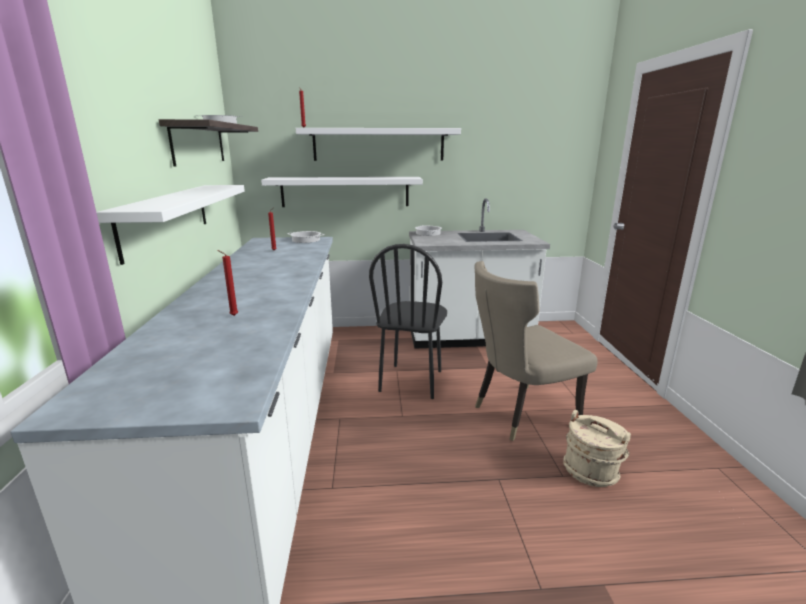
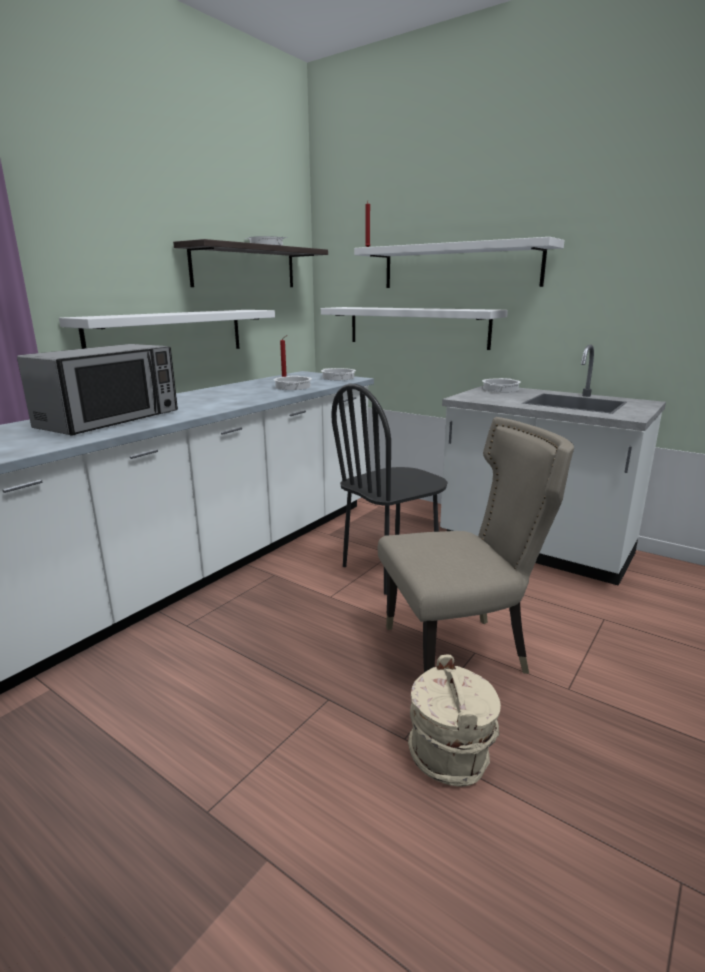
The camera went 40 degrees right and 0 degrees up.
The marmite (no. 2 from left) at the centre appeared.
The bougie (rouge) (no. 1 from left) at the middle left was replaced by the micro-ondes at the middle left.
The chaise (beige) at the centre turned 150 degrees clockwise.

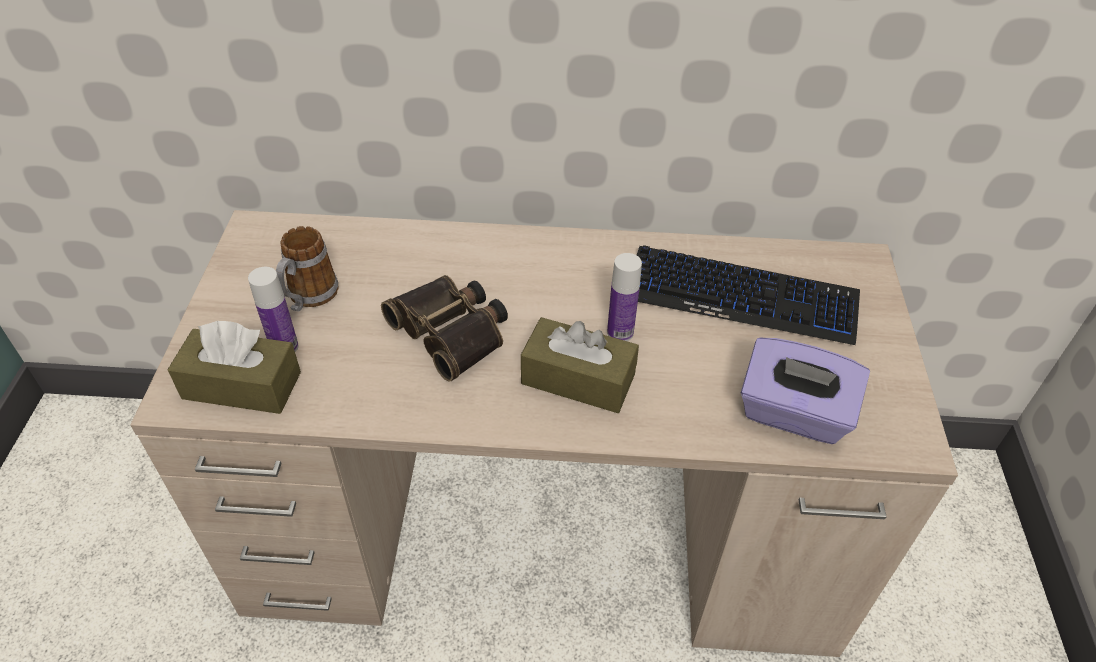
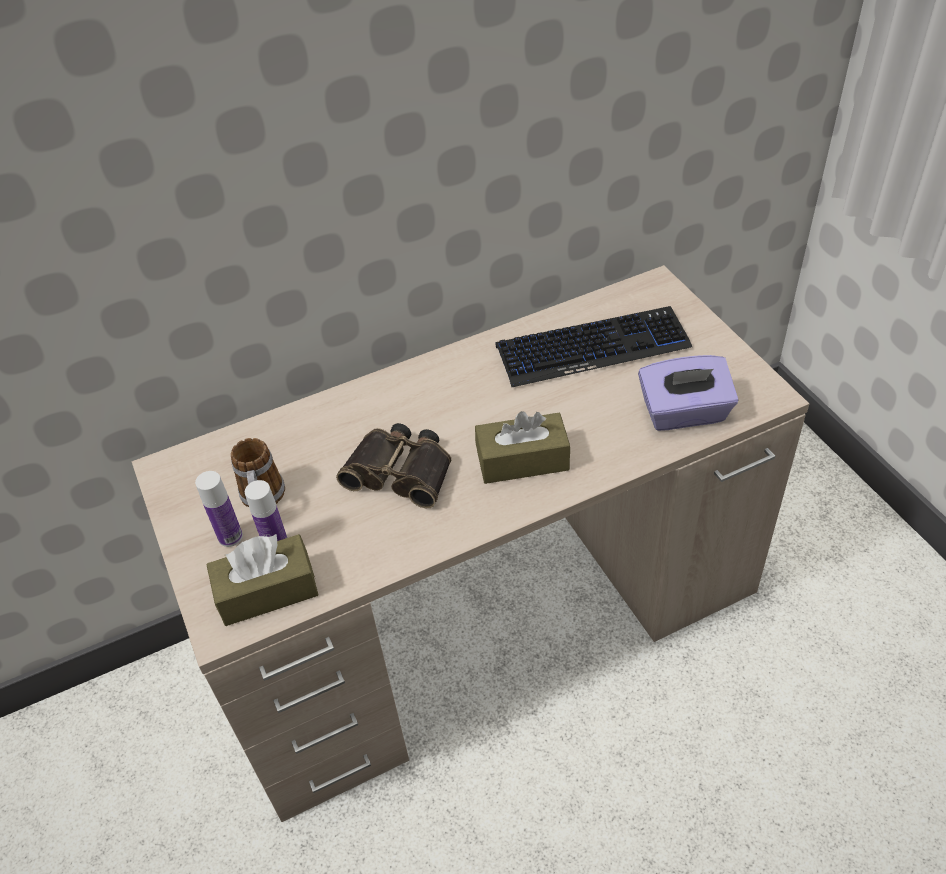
The camera went 25 degrees left and 0 degrees up.
The bouteille (no. 2 from left in the first image) moved from the centre to the middle left.

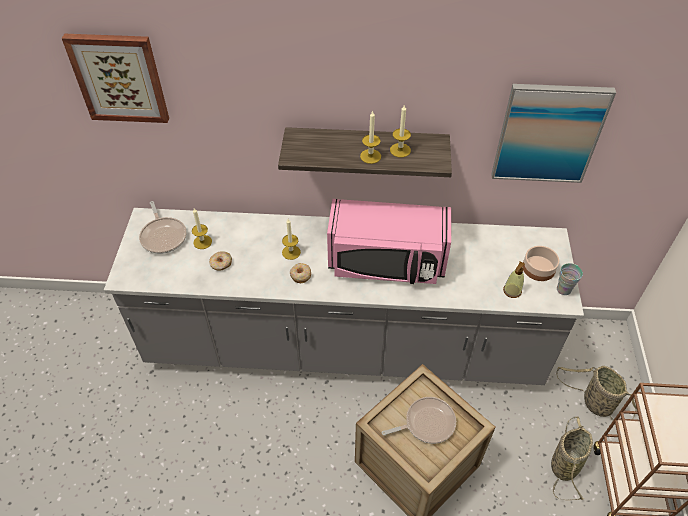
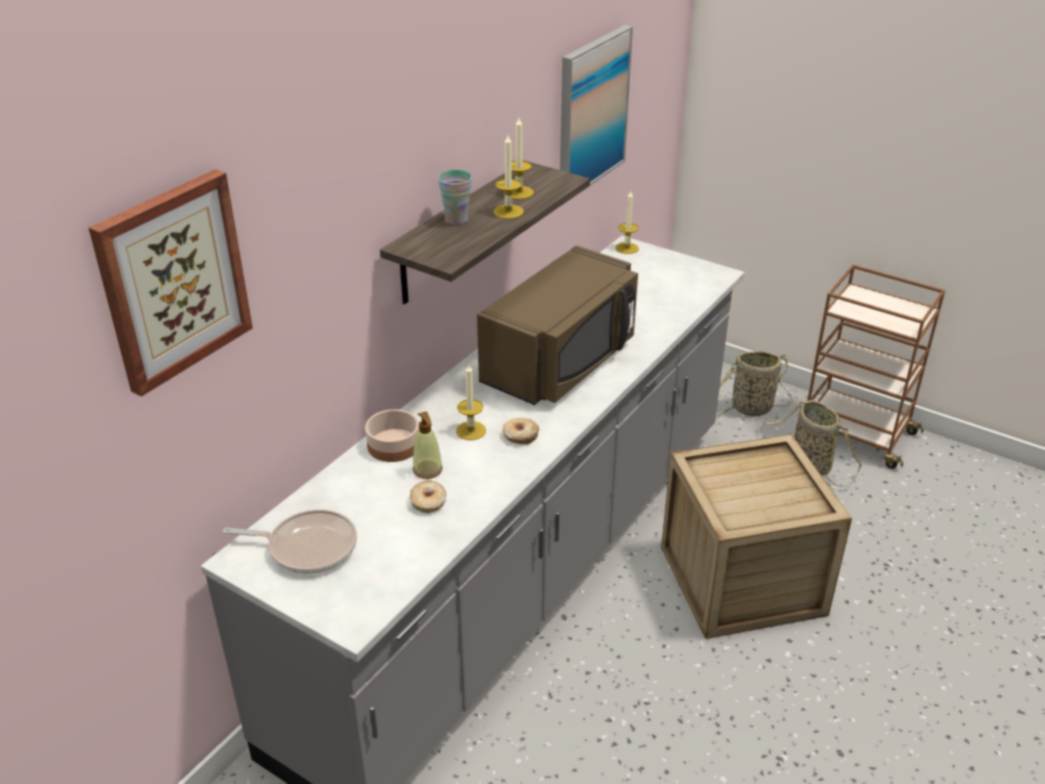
The camera went 60 degrees left and 15 degrees down.
The poêle (no. 2 from left) at the bottom centre disappeared.
The bougie (no. 1 from left in the first image) moved from the middle left to the top centre.
The distributeur de savon moved from the middle right to the centre.
The bol moved from the middle right to the centre.
The tasse moved from the middle right to the top centre.
The micro-ondes (rose) at the centre became the micro-ondes (marron) at the centre.

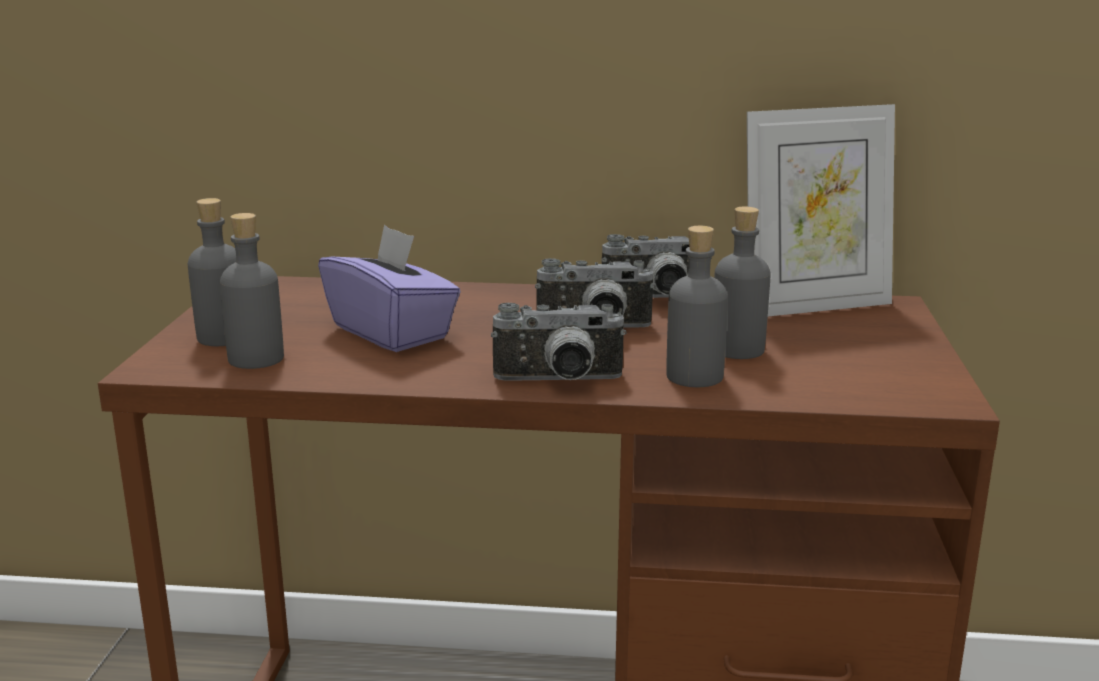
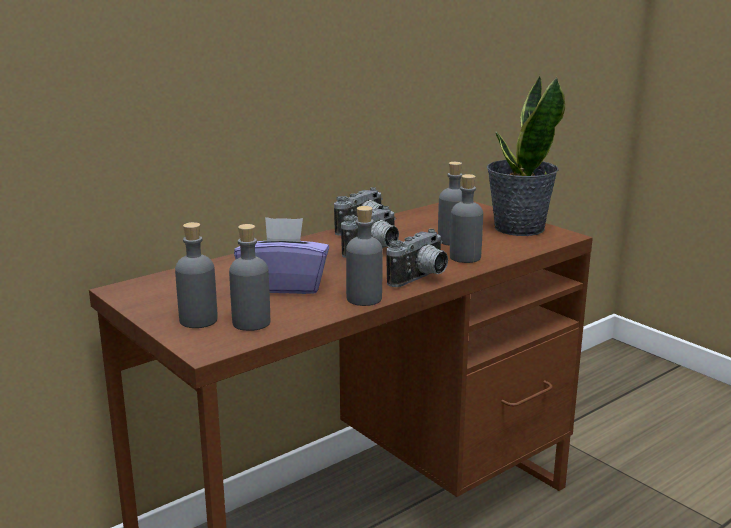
The camera went 45 degrees left and 0 degrees up.
The cadre photo at the top right disappeared.
The bouteille (gris) (no. 3 from left) at the centre appeared.
The plante en pot at the top right appeared.

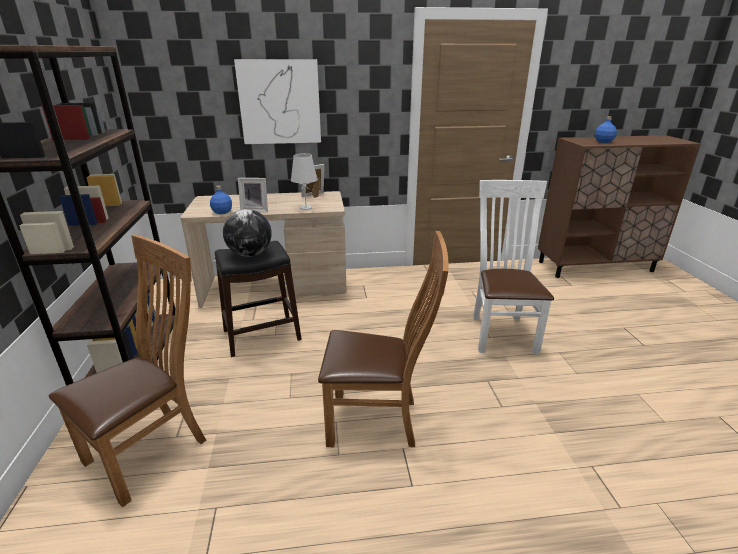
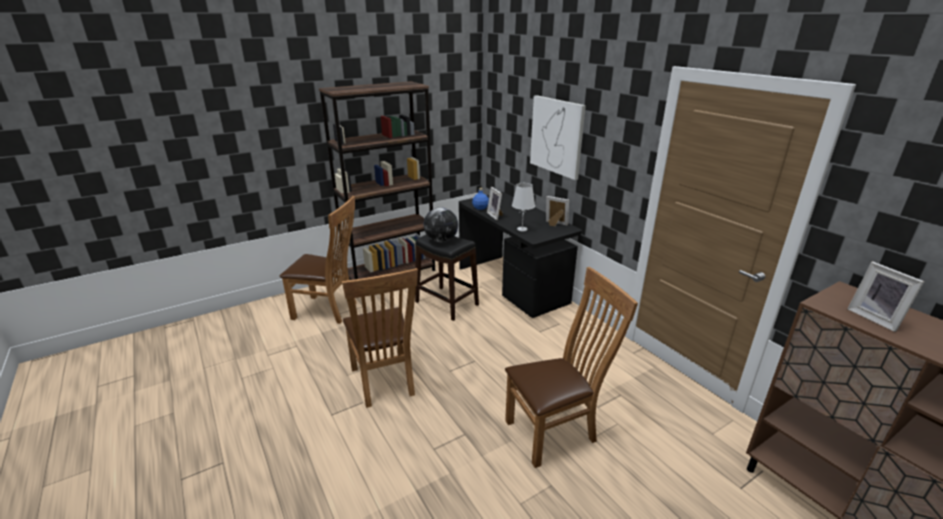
The camera went 65 degrees right and 0 degrees up.
The bouteille (bleu) (no. 2 from left) at the top right was replaced by the cadre photo (no. 3 from left) at the middle right.
The bureau (beige) at the centre became the bureau (noir) at the centre.
The chaise (blanc) at the middle right became the chaise (marron) (no. 3 from left) at the bottom centre.

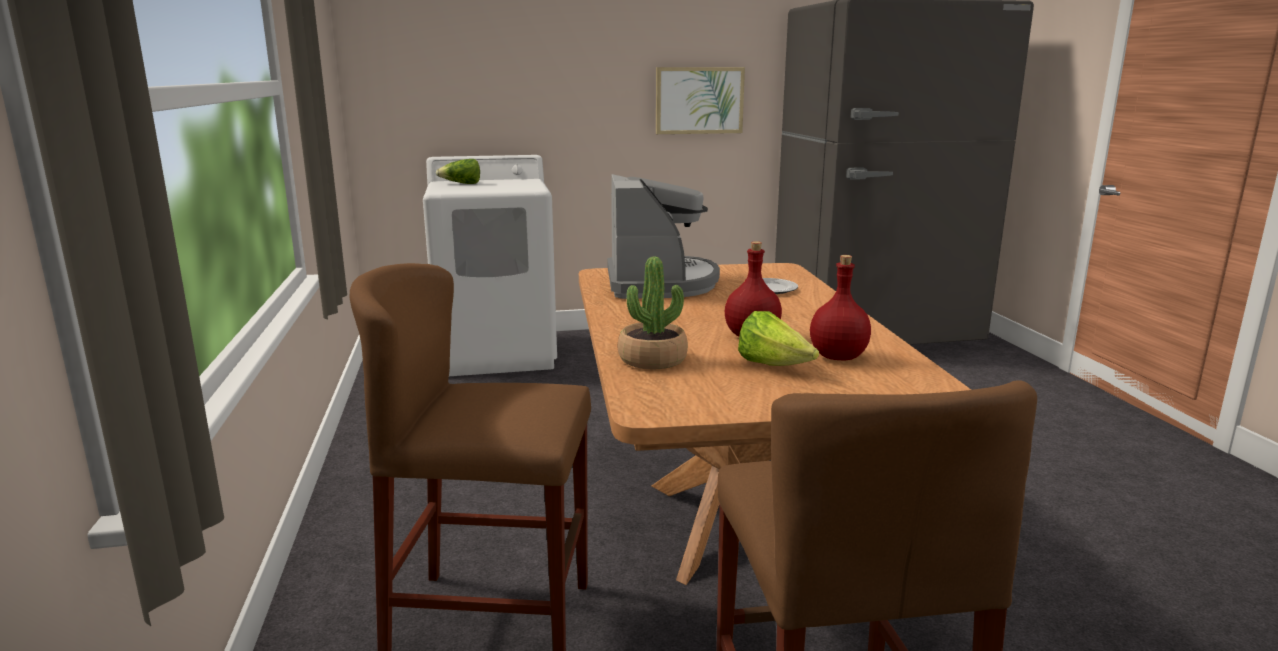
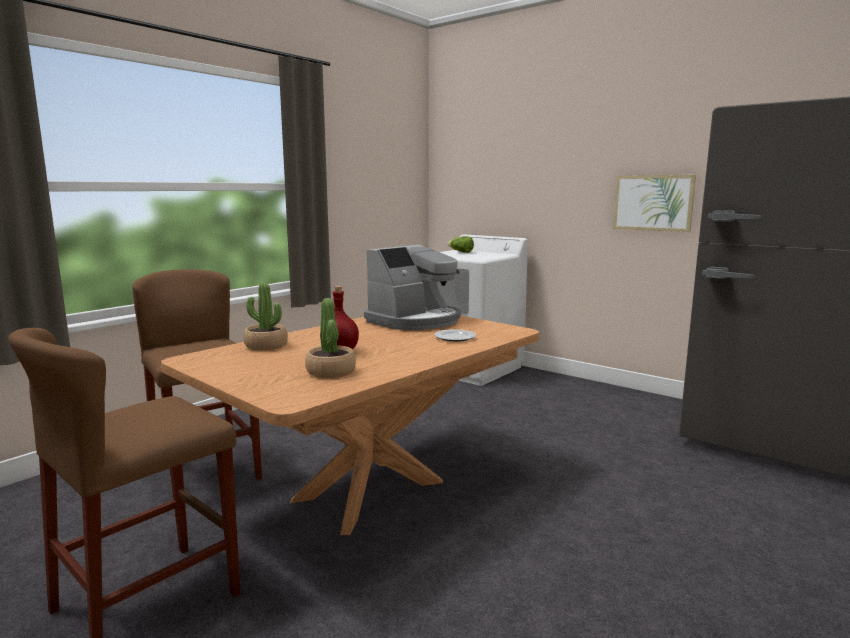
The camera went 50 degrees right and 5 degrees down.
The laitue (no. 2 from left) at the centre disappeared.
The bouteille (rouge) (no. 2 from left) at the centre was replaced by the plante en pot (no. 2 from left) at the centre.

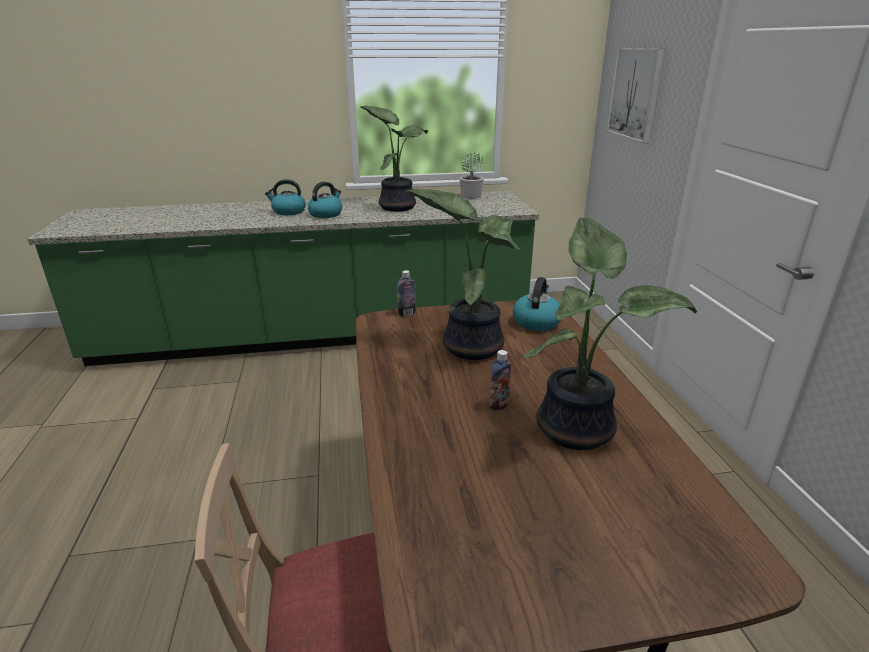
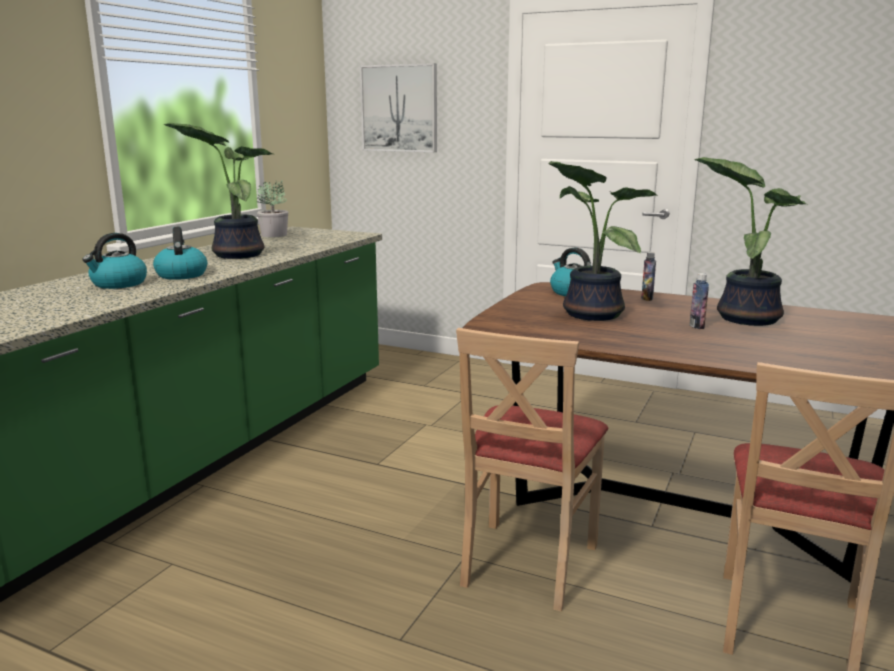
The camera went 55 degrees left and 10 degrees down.
The chaise (beige) (no. 1 from left) at the bottom centre appeared.
The bouteille (no. 1 from left) moved from the centre to the middle right.

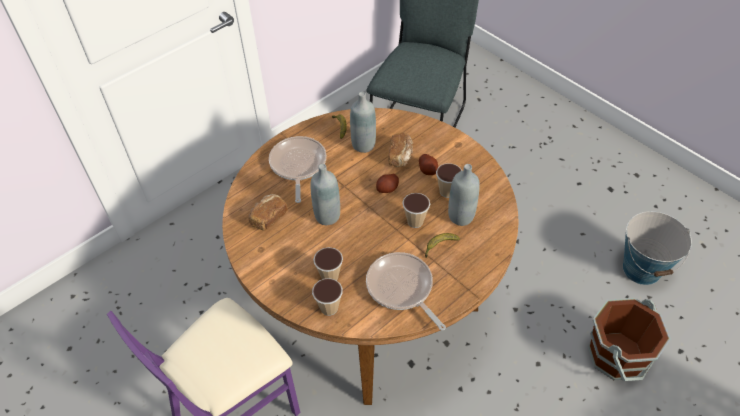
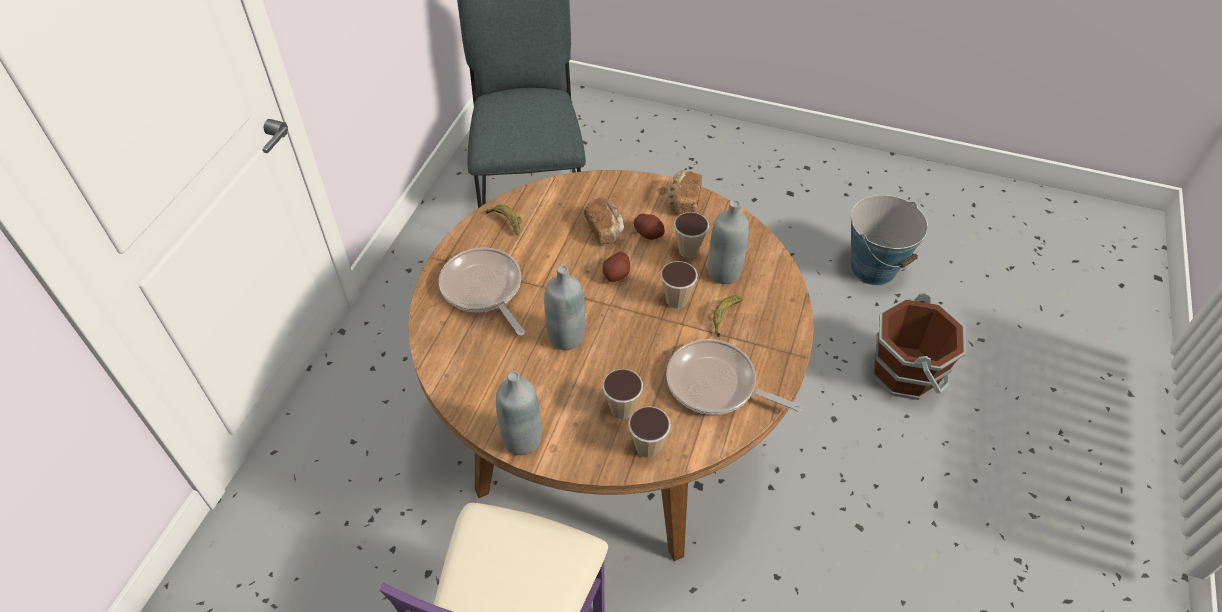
The camera went 30 degrees left and 0 degrees up.
The pain (no. 1 from left in the first image) moved from the centre to the top centre.
The bouteille (gris) (no. 2 from left in the first image) moved from the top centre to the bottom centre.

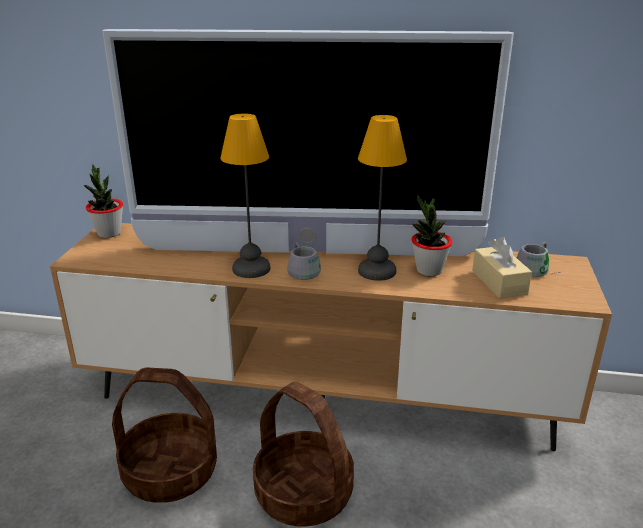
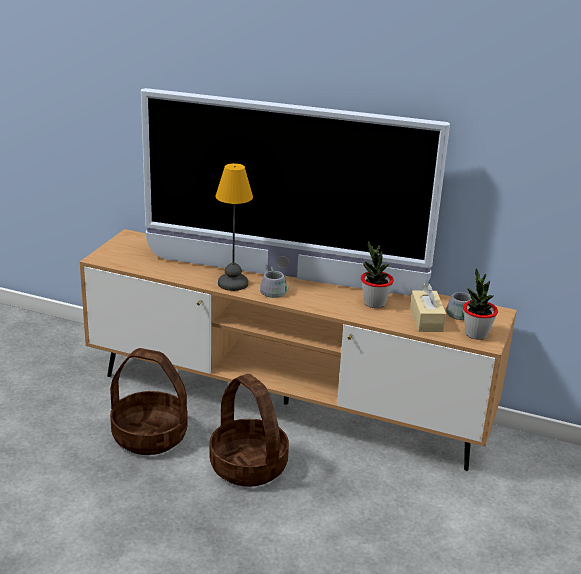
The camera went 10 degrees right and 0 degrees up.
The lampe de table (no. 2 from left) at the centre disappeared.
The plante en pot (no. 1 from left in the first image) moved from the middle left to the middle right.

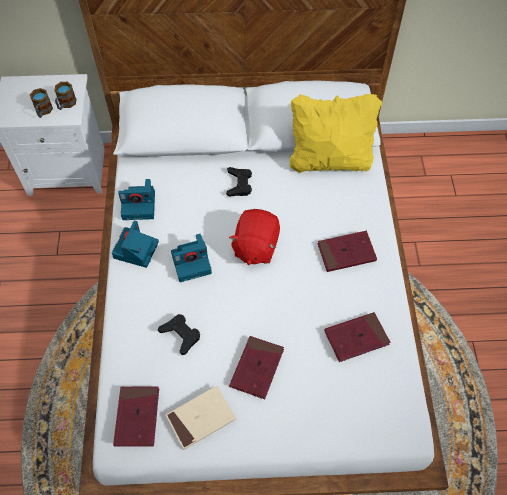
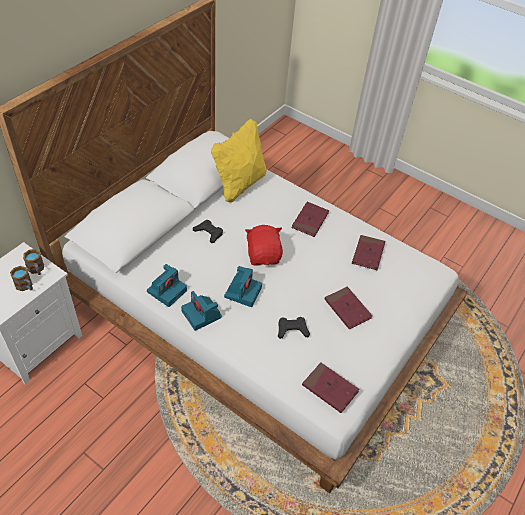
The camera went 55 degrees left and 10 degrees down.
The livre (beige) at the bottom centre disappeared.
The peluche (rouge) at the centre turned 150 degrees counterclockwise.

